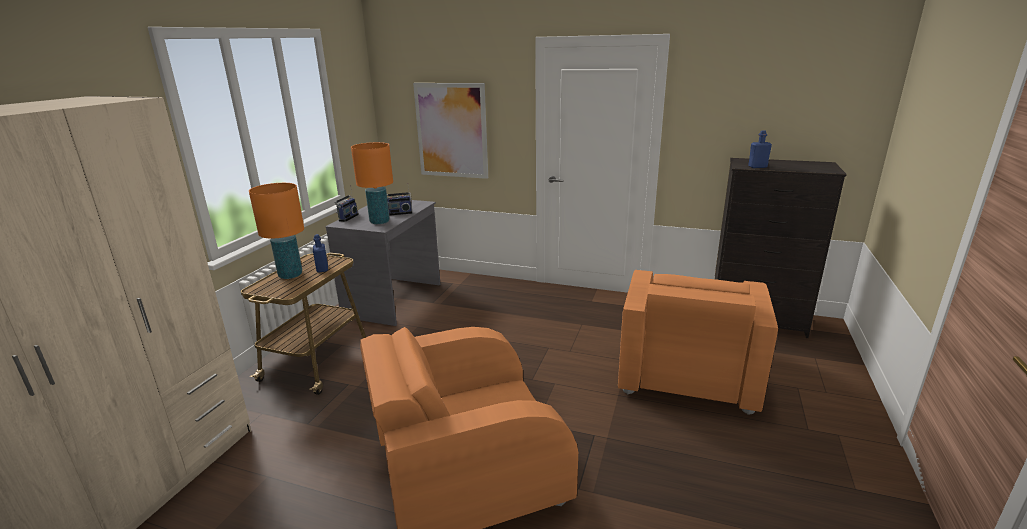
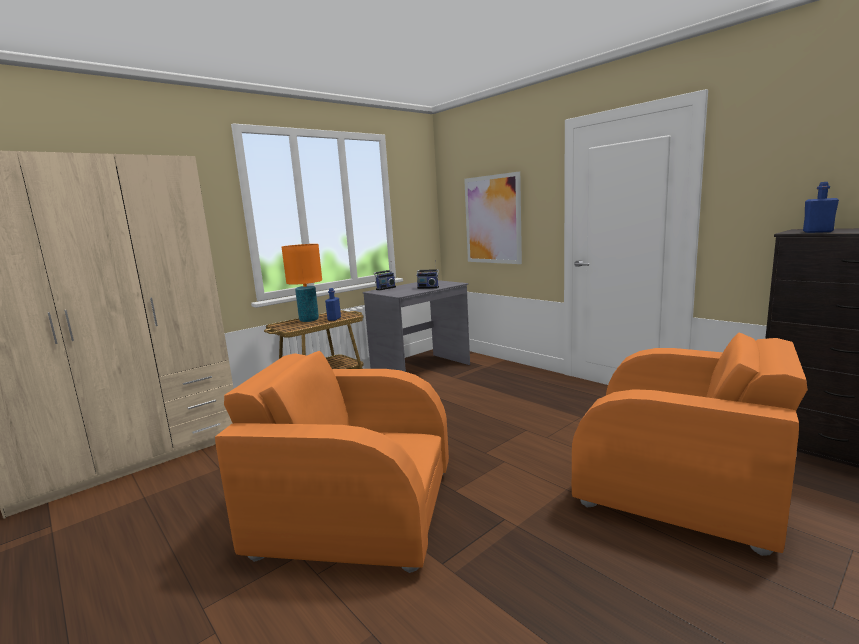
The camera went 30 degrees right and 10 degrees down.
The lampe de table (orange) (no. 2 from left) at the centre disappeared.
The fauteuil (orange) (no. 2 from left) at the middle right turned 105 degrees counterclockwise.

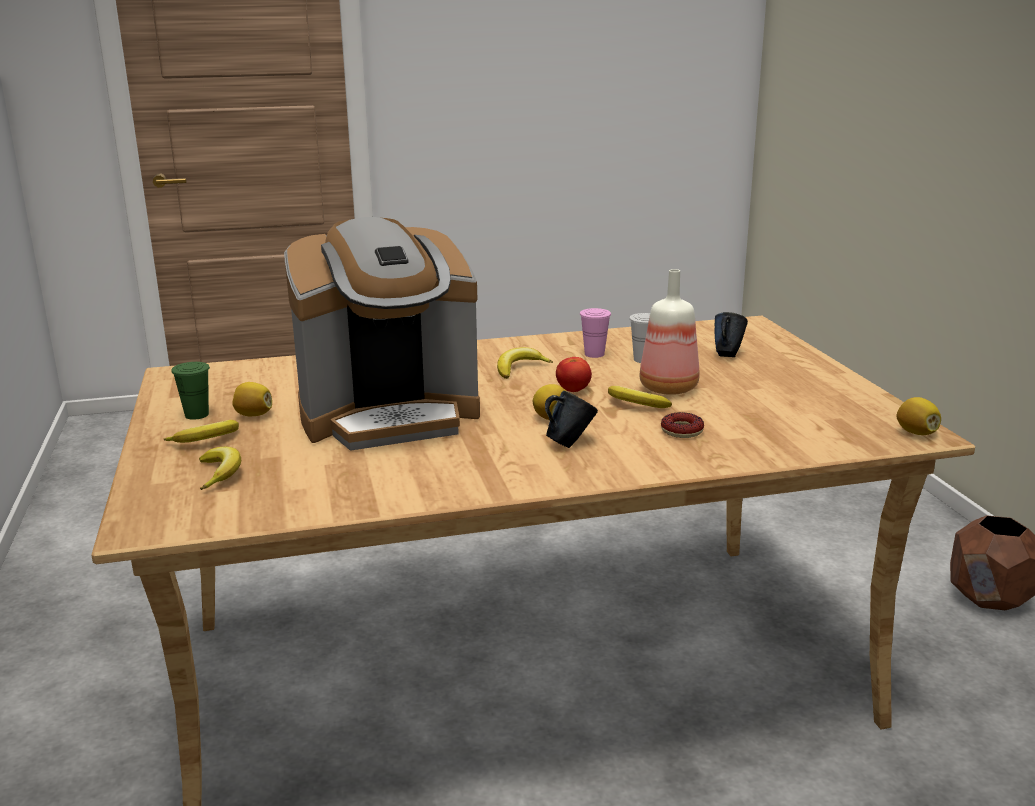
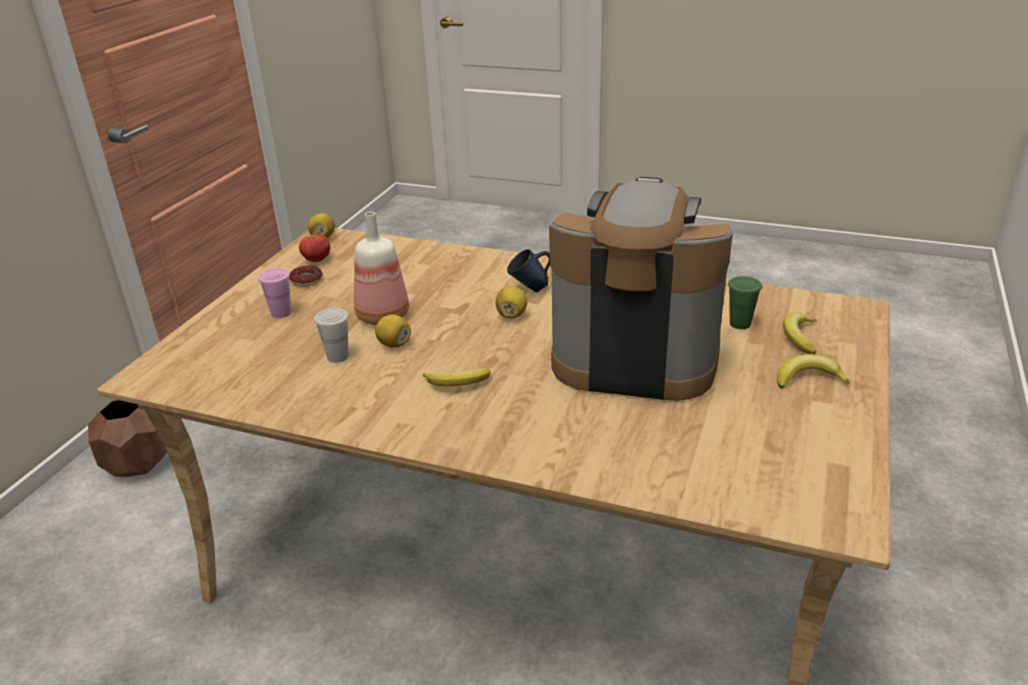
The camera went 145 degrees left and 10 degrees up.
The banane (no. 4 from left) at the centre disappeared.
The mug (bleu) (no. 2 from left) at the middle right disappeared.
The tasse (vert) moved from the middle left to the middle right.
The citron (no. 1 from left in the first image) moved from the middle left to the centre.
The tomate moved from the centre to the middle left.
The tasse (rose) moved from the centre to the middle left.
The beignet moved from the centre to the middle left.

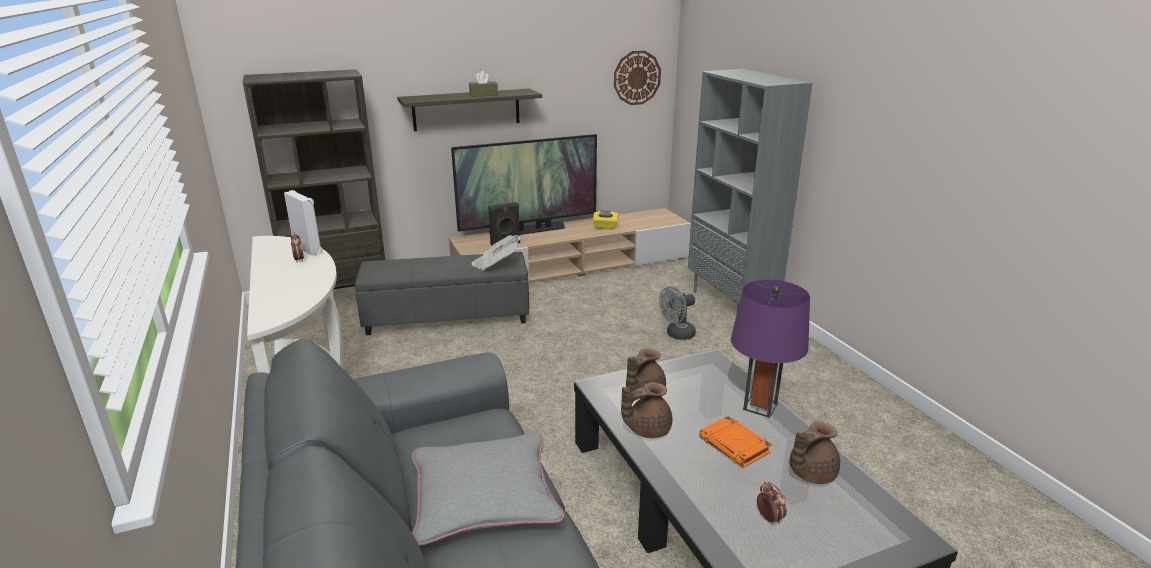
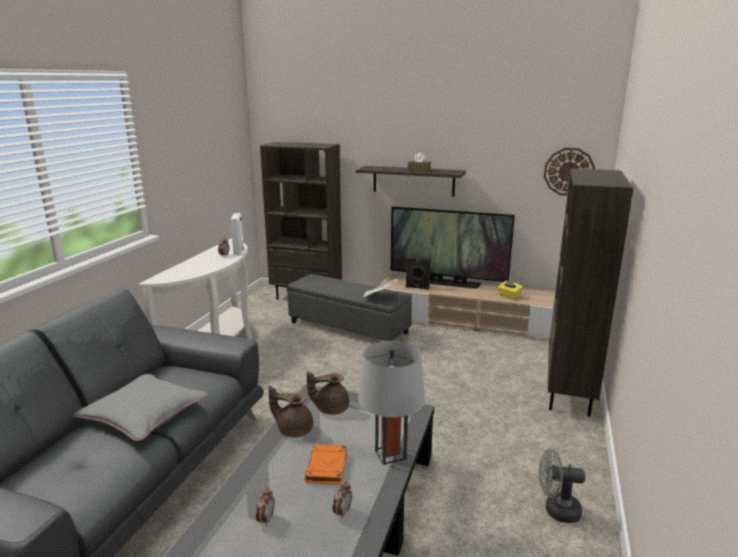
The camera went 40 degrees right and 5 degrees down.
The ventilateur (gris) moved from the centre to the bottom right.
The théière (marron) (no. 3 from left) at the bottom right was replaced by the réveil (no. 3 from left) at the bottom centre.
The bibliothèque (gris) at the centre became the bibliothèque (marron) (no. 2 from left) at the middle right.
The lampe de table (violet) at the middle right became the lampe de table (gris) at the bottom centre.

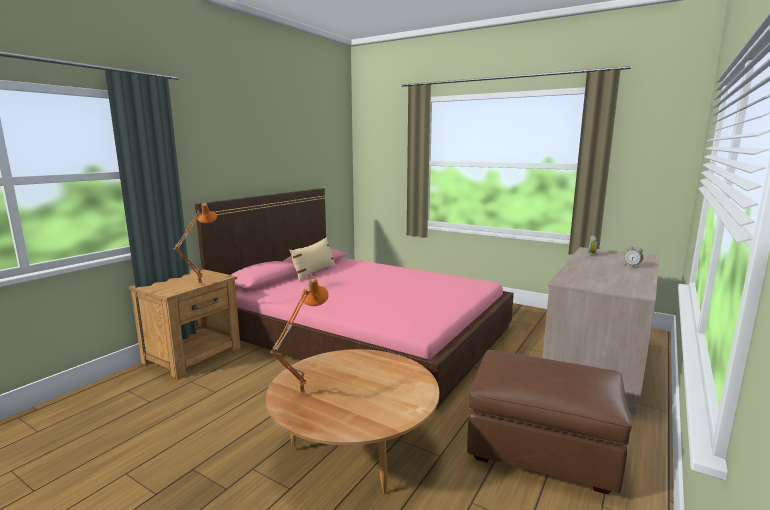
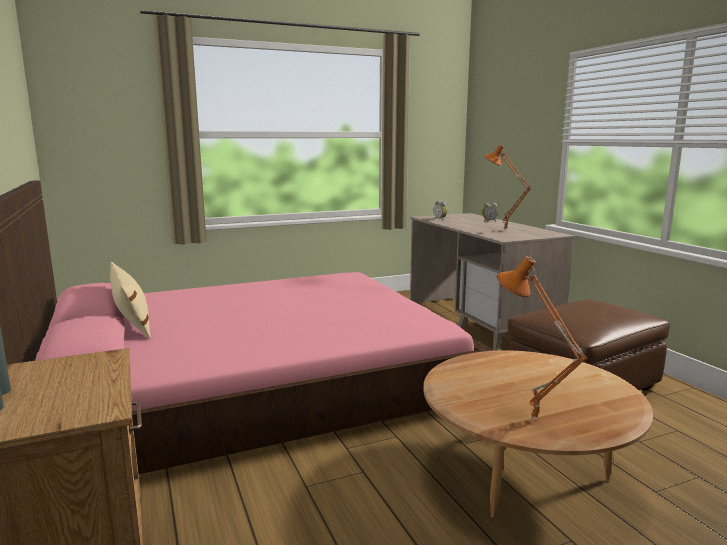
The camera went 55 degrees left and 0 degrees up.
The lampe de table (orange) (no. 1 from left) moved from the middle left to the middle right.

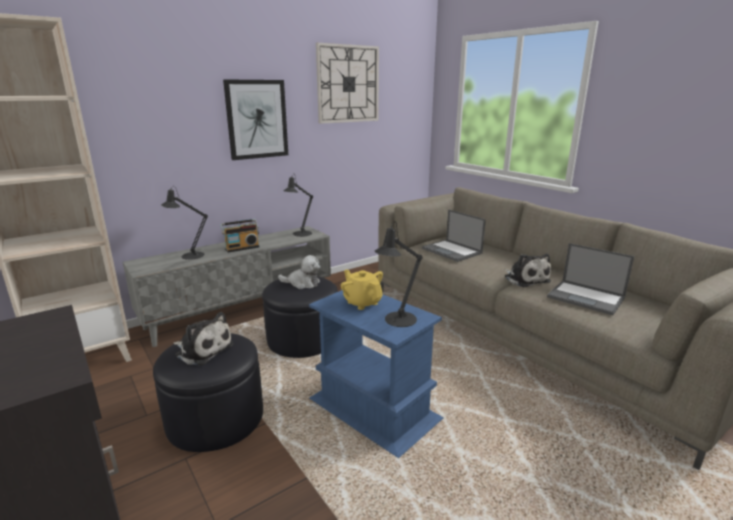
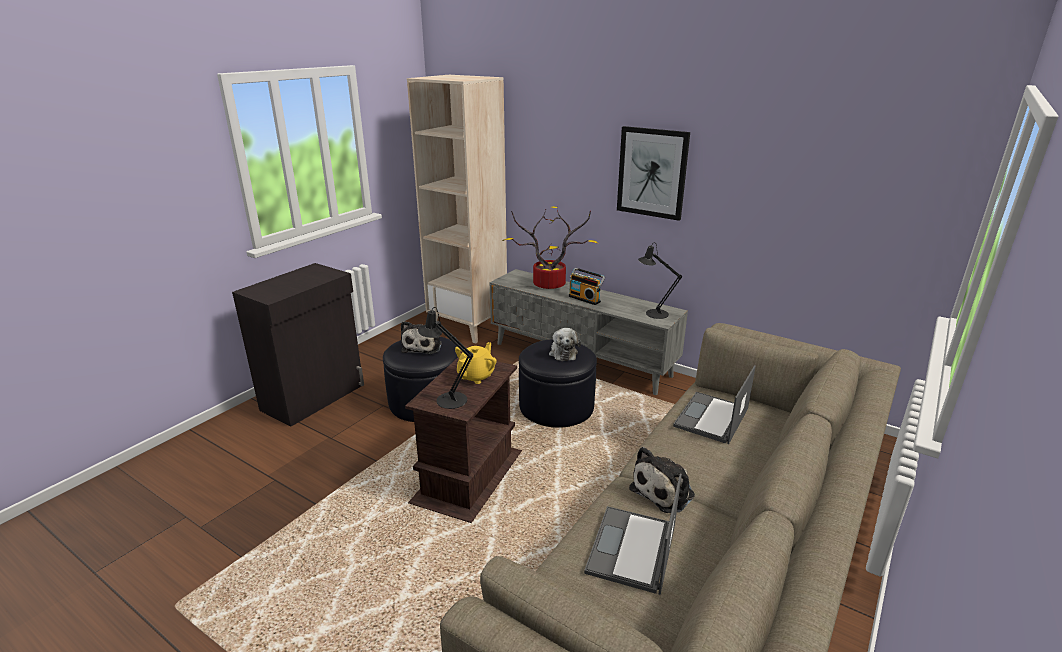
The camera went 70 degrees right and 5 degrees up.
The horloge murale at the top centre disappeared.
The lampe de table (noir) (no. 1 from left) at the middle left was replaced by the plante en pot at the centre.
The table d'appoint (bleu) at the bottom centre became the table d'appoint (marron) at the bottom centre.

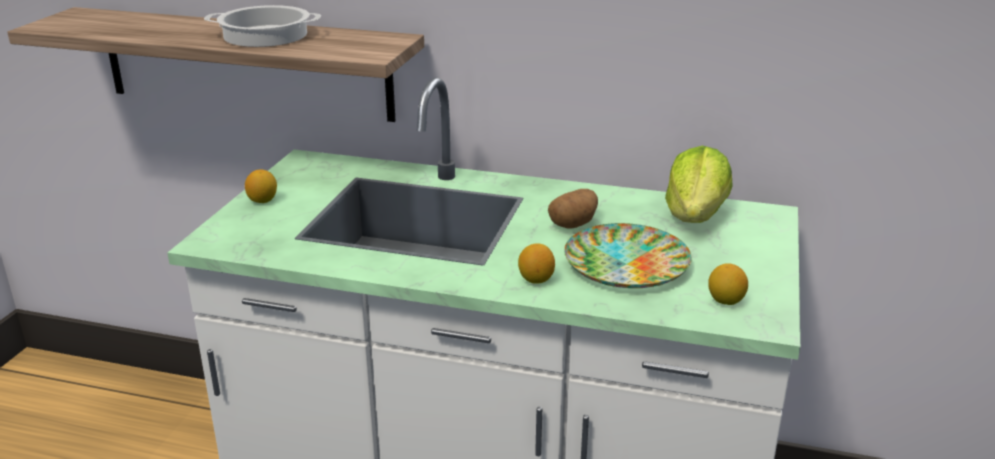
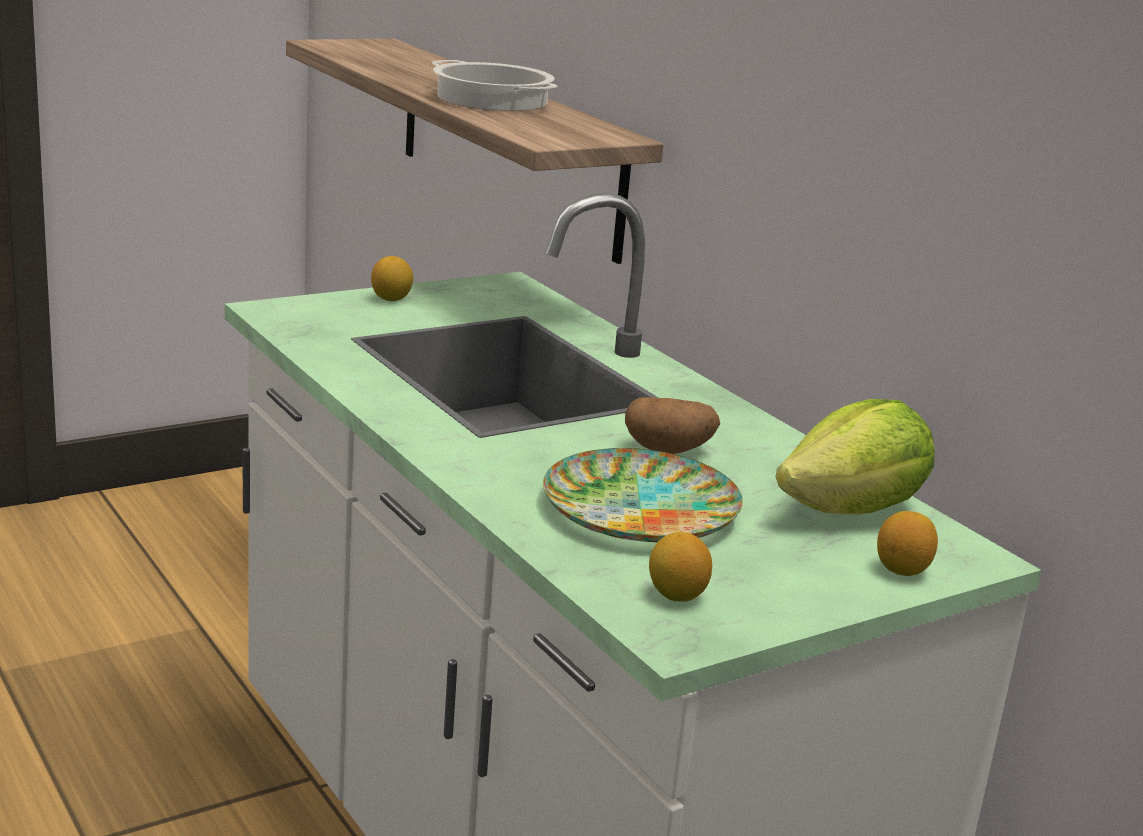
The camera went 40 degrees right and 5 degrees down.
The citron (no. 2 from left in the first image) moved from the centre to the middle right.

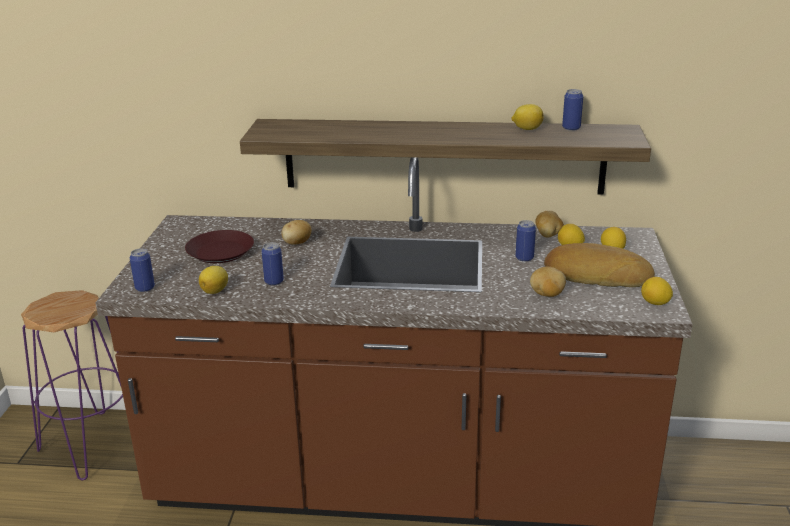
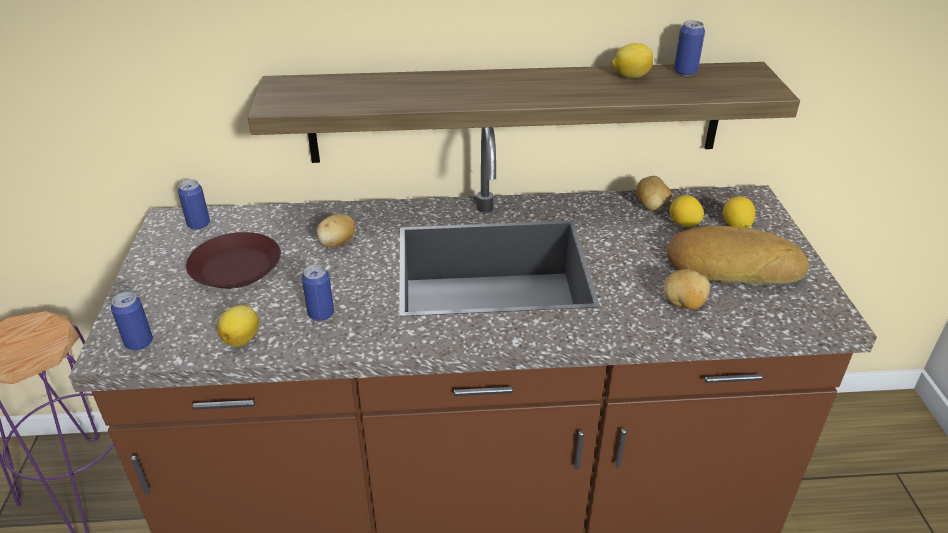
The camera went 10 degrees left and 10 degrees up.
The citron (no. 5 from left) at the middle right disappeared.
The boîte métallique (no. 3 from left in the first image) moved from the centre to the middle left.

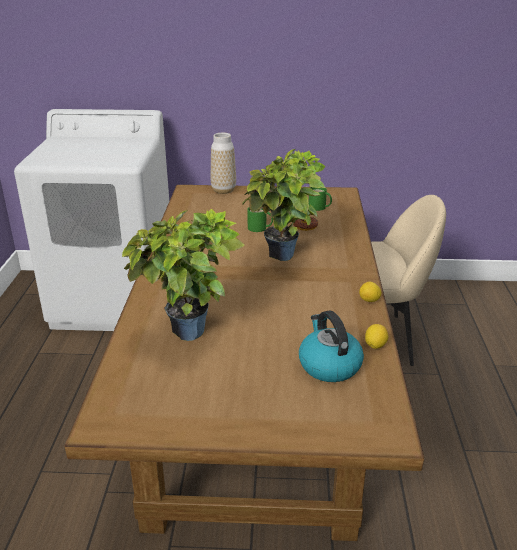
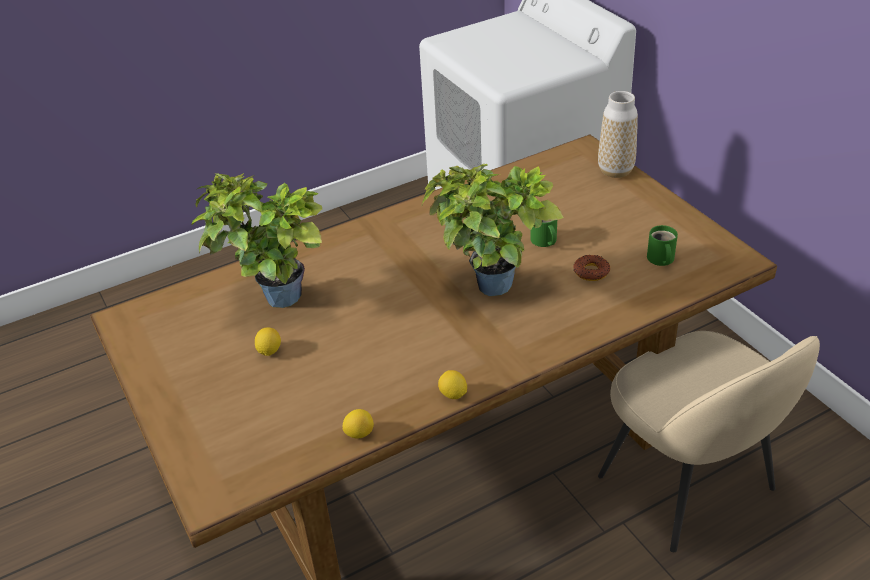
The camera went 60 degrees right and 10 degrees up.
The bouilloire at the centre disappeared.
The citron (no. 1 from left) at the middle left appeared.

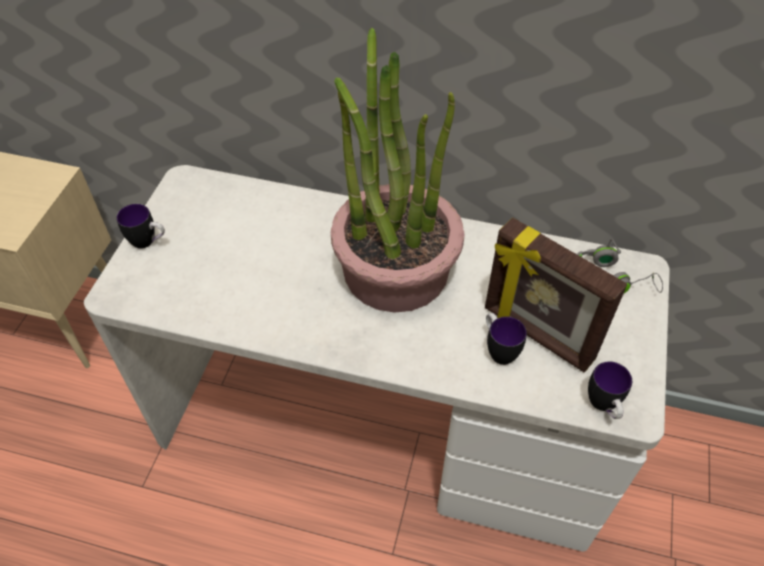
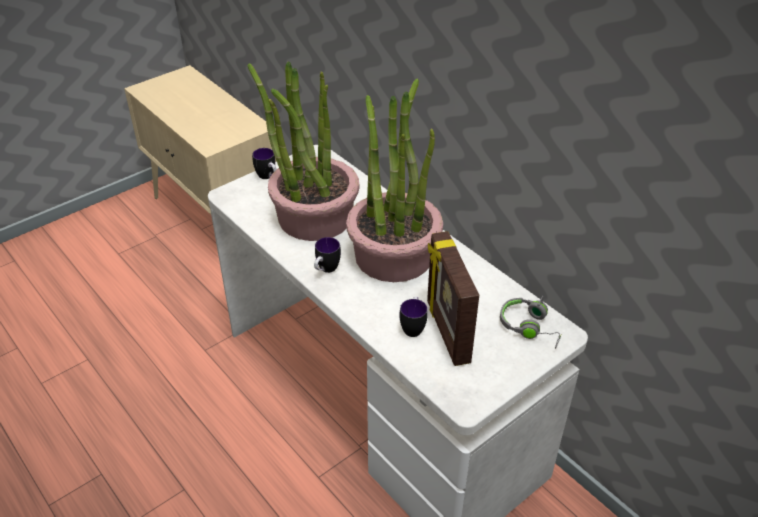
The camera went 35 degrees right and 10 degrees down.
The plante en pot (no. 1 from left) at the top centre appeared.
The mug (no. 3 from left in the first image) moved from the bottom right to the centre.

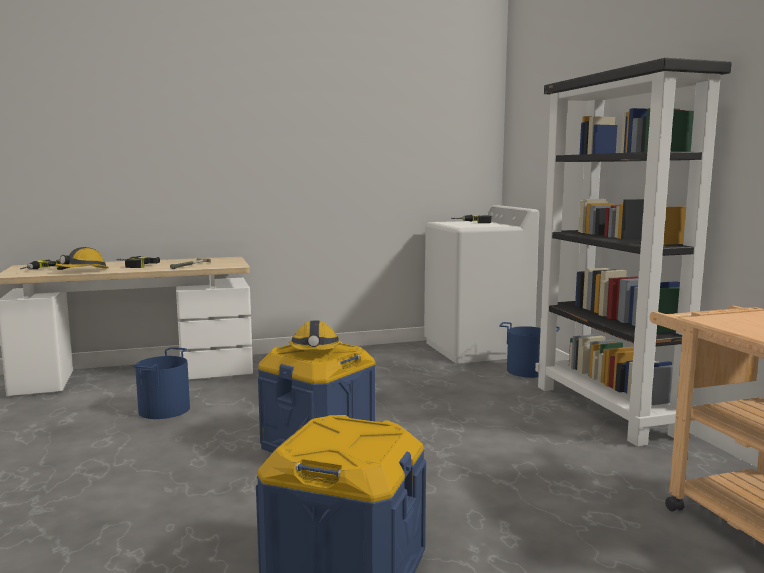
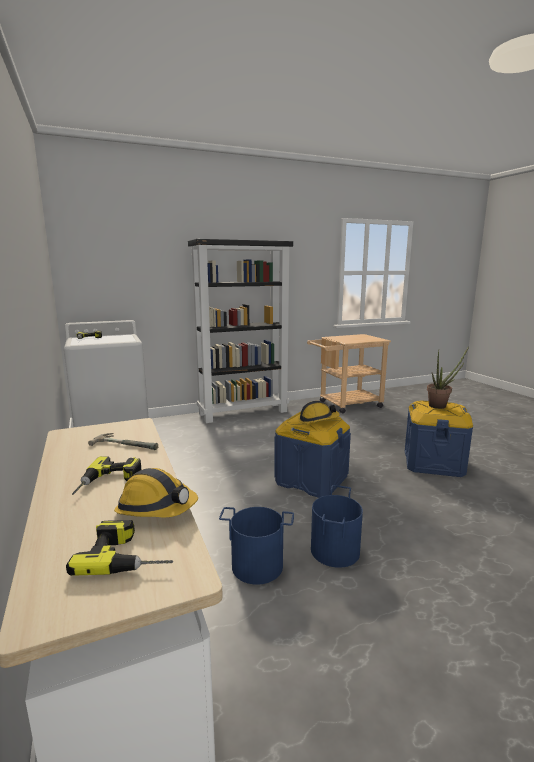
The camera went 95 degrees left and 5 degrees up.
The plante en pot at the middle right appeared.
The seau (bleu) (no. 2 from left) moved from the middle right to the bottom centre.

